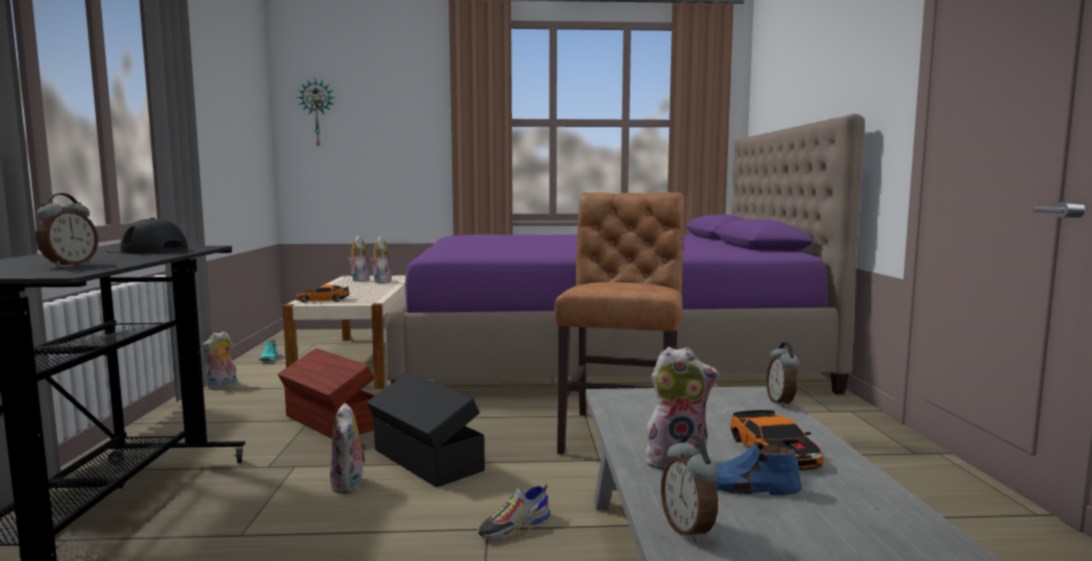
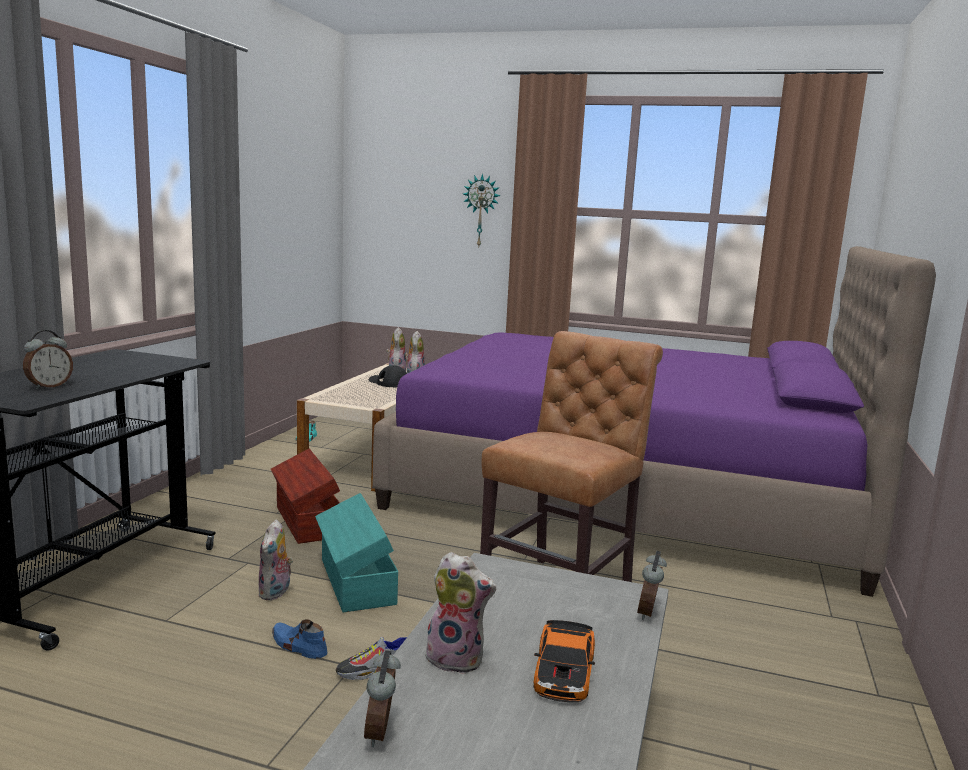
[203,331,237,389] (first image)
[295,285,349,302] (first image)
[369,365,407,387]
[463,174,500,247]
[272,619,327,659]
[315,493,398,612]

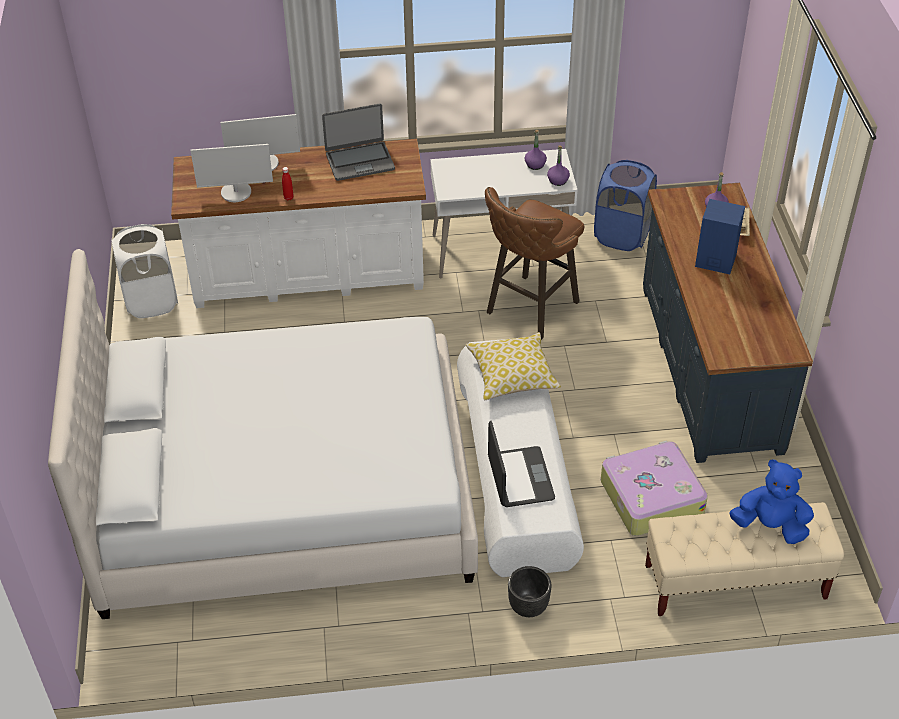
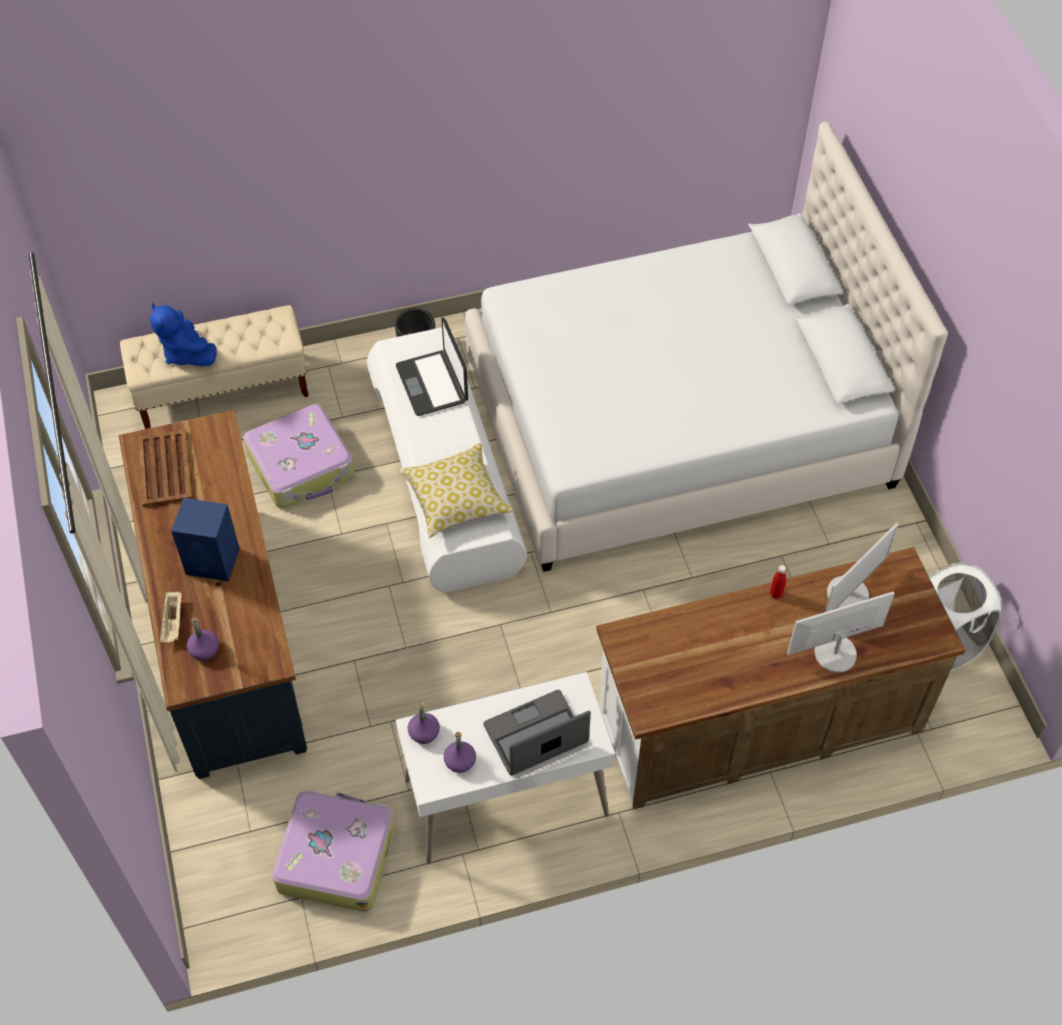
[485,187,584,340] (first image)
[138,429,193,507]
[483,690,591,776]
[272,789,395,912]
[825,522,899,612]
[150,303,216,366]

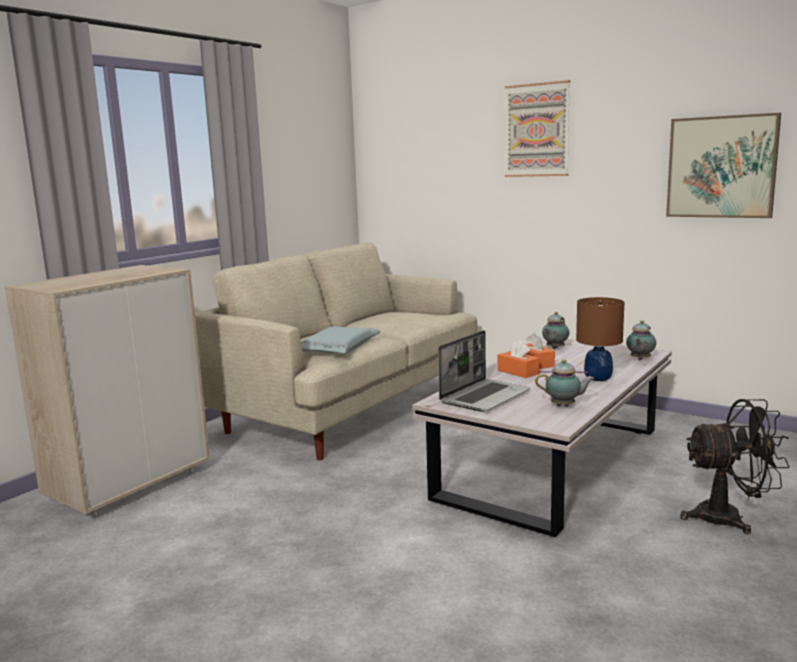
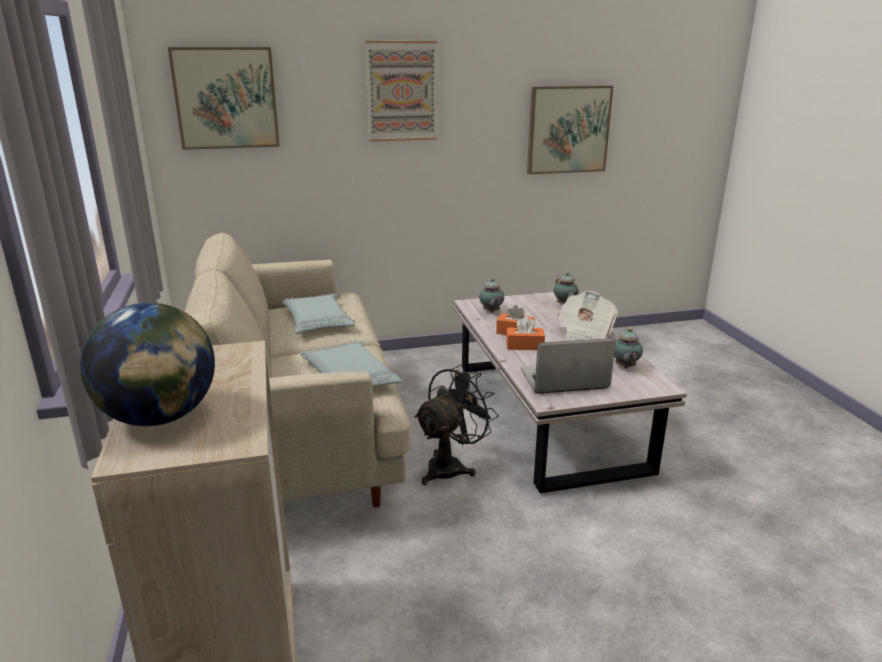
[80,303,215,426]
[168,47,280,150]
[282,293,355,334]
[414,364,499,485]
[558,291,618,341]
[521,338,616,394]
[614,328,643,368]

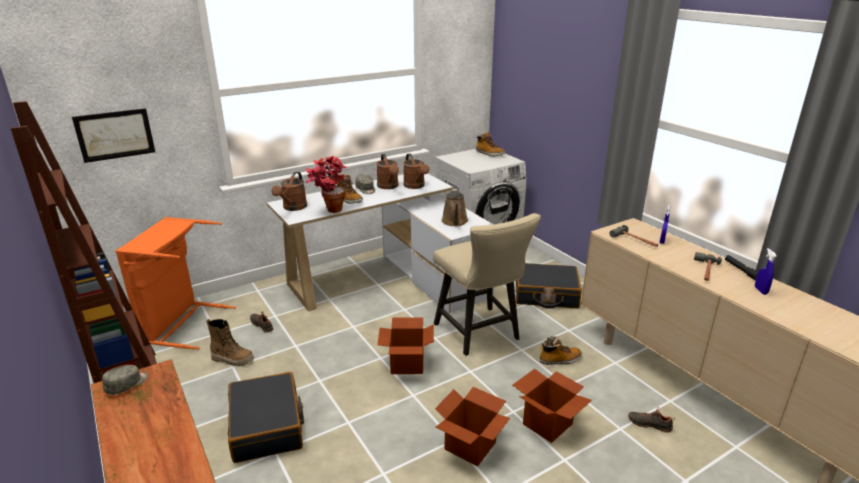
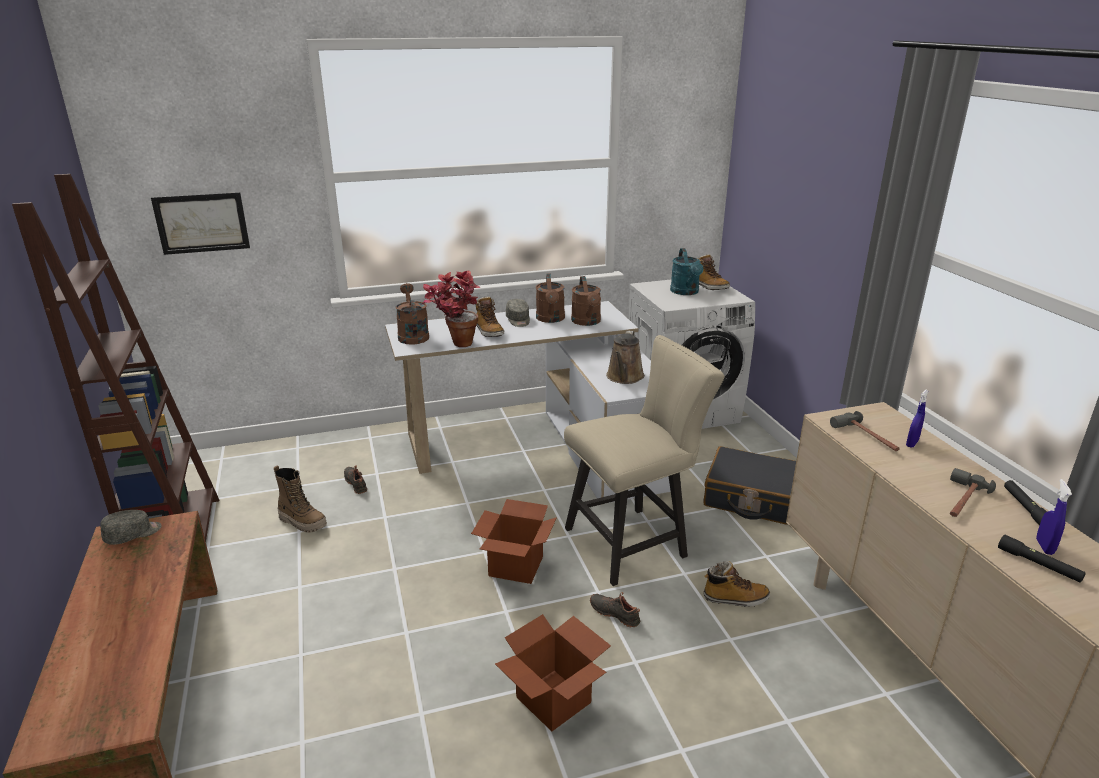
[115,217,236,350] (first image)
[228,372,304,463] (first image)
[513,369,592,443] (first image)
[670,248,704,295]
[998,535,1086,583]
[590,592,640,628]
[396,283,429,345]
[564,335,724,586]

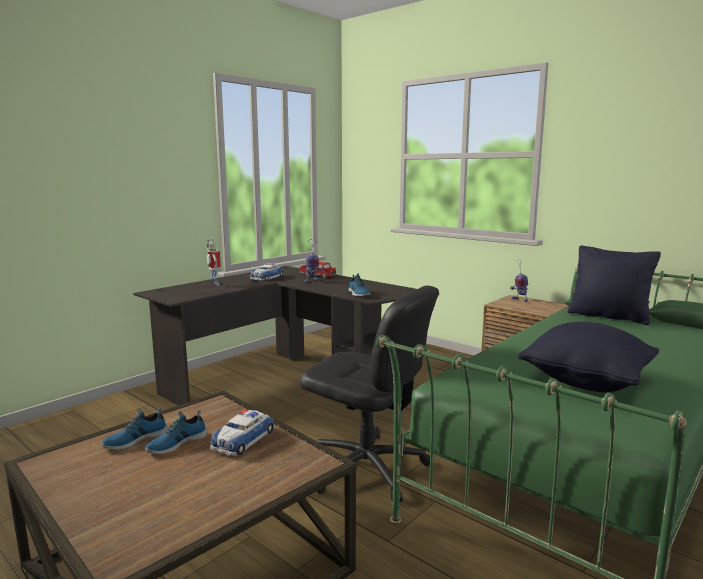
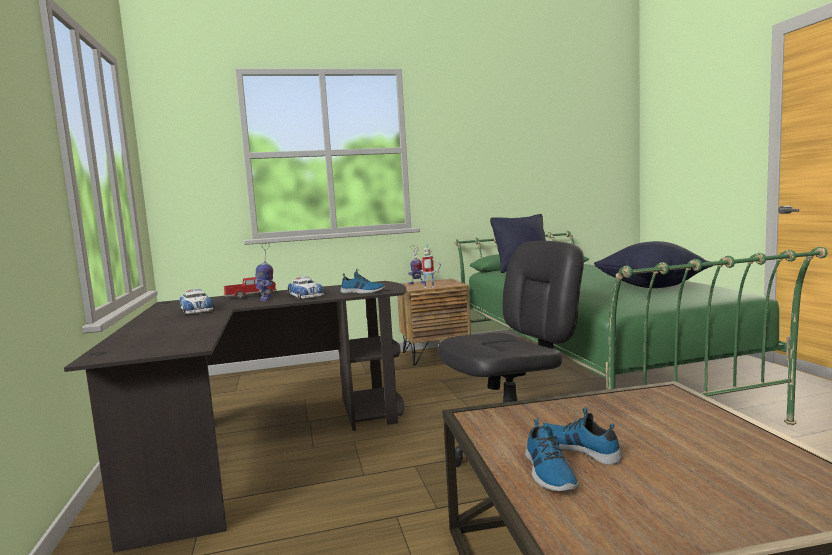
[414,244,441,288]
[288,277,325,299]
[541,407,623,465]

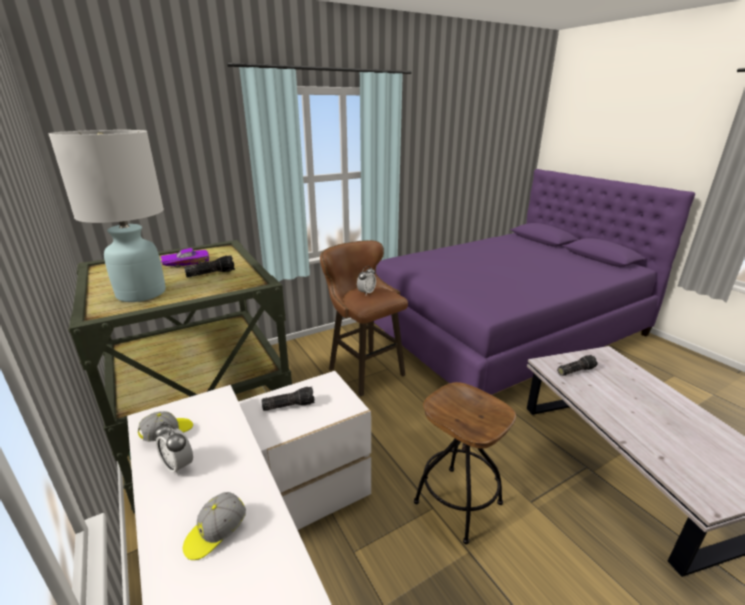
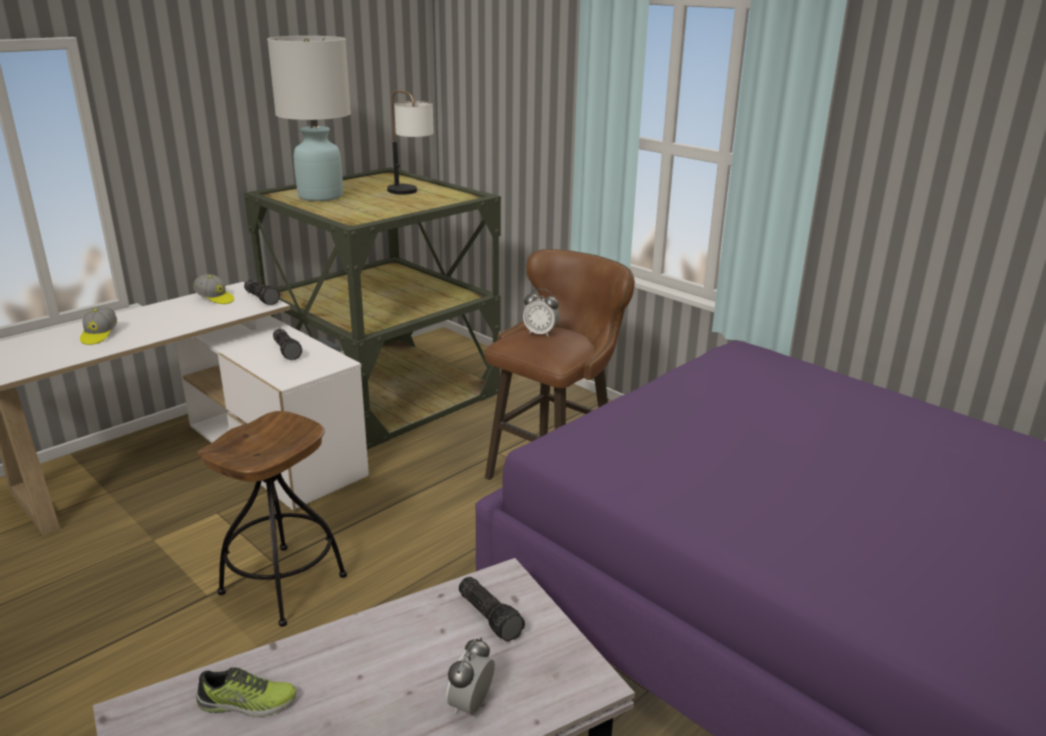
[196,667,296,717]
[446,637,495,715]
[244,280,280,305]
[387,90,434,195]
[80,307,117,345]

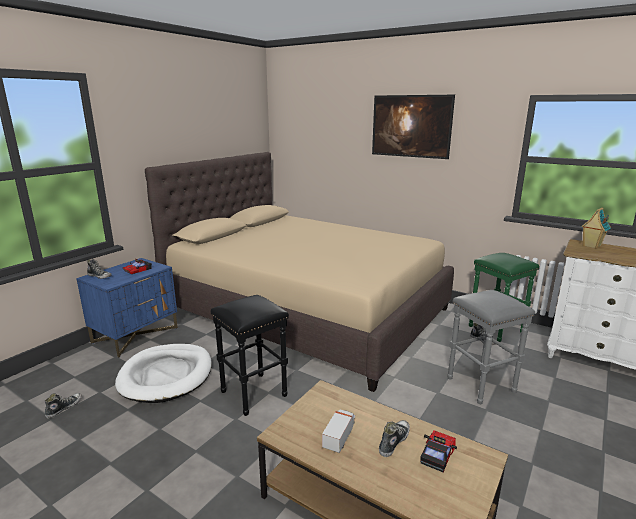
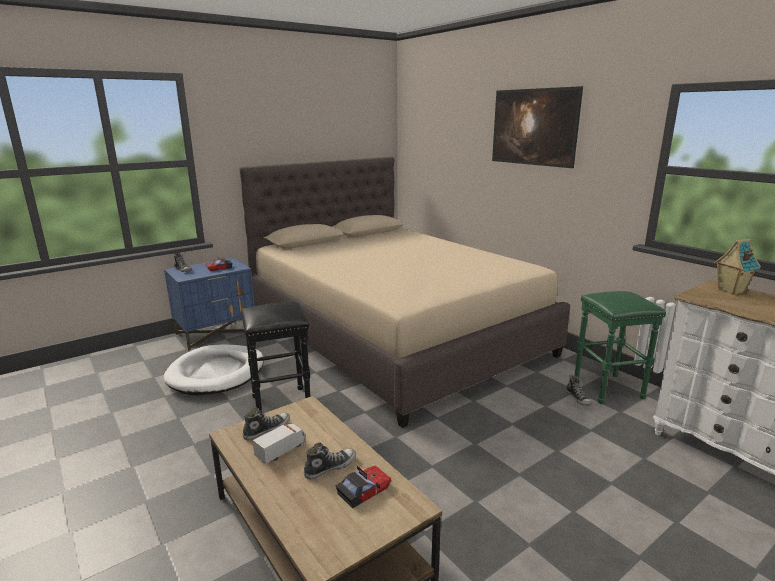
[447,290,535,404] (first image)
[243,407,290,441]

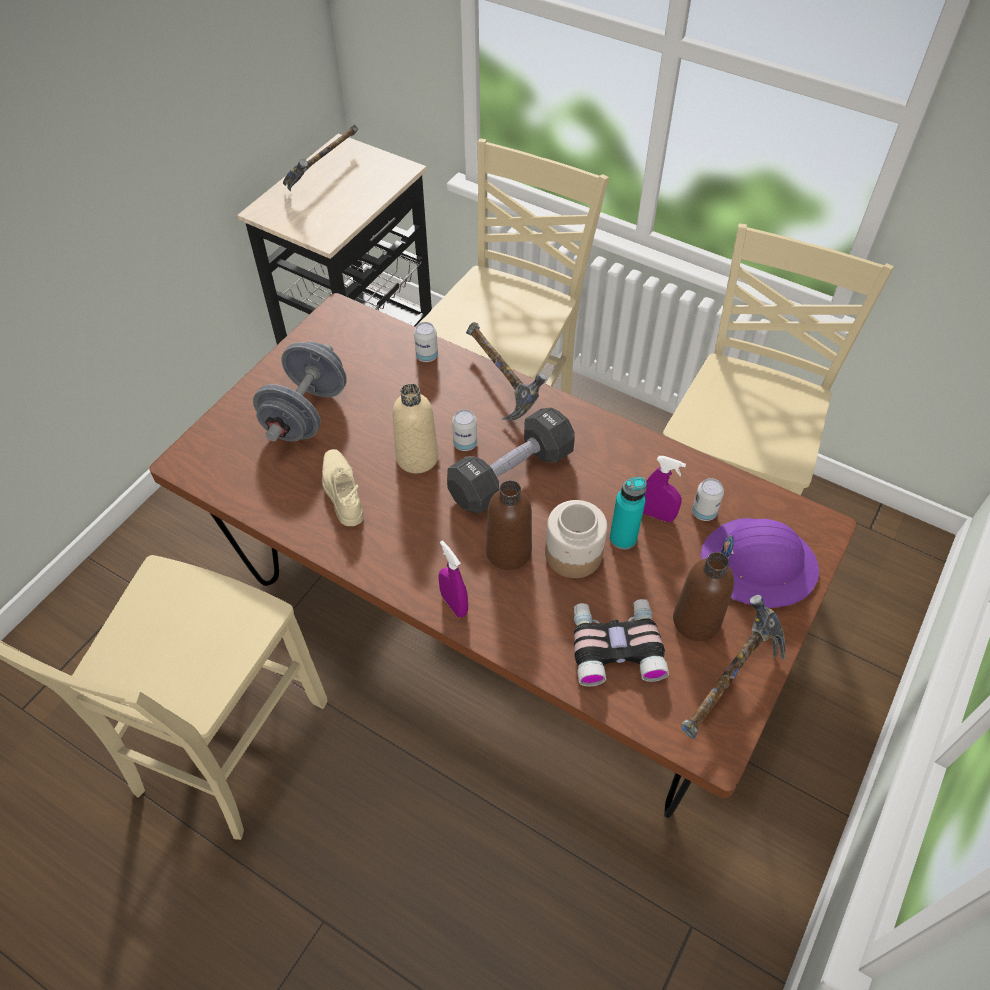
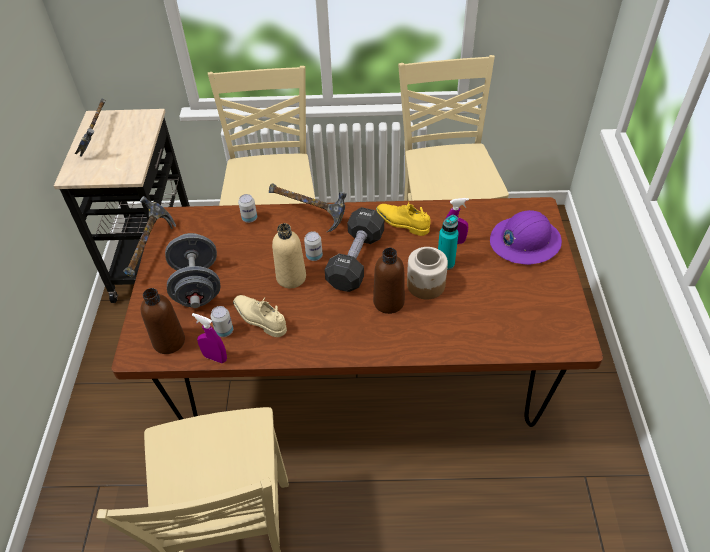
[574,599,669,687] (first image)
[376,202,431,236]
[192,313,227,363]
[141,288,185,354]
[123,196,176,277]
[211,306,233,337]

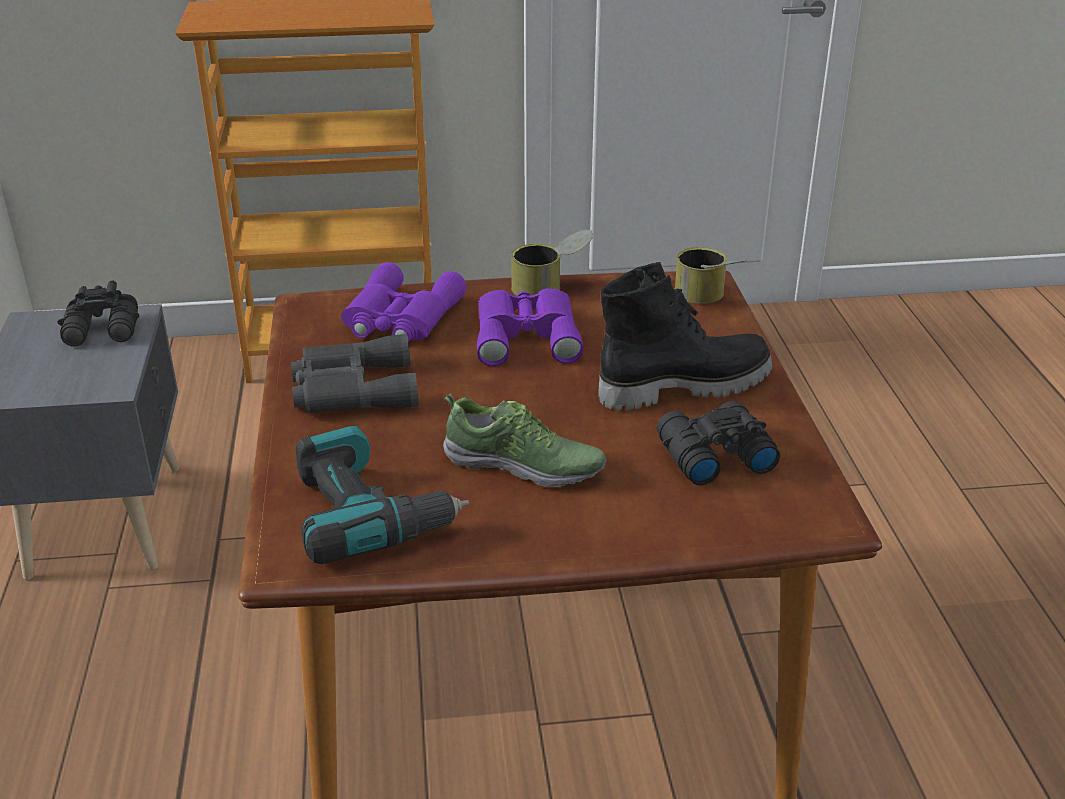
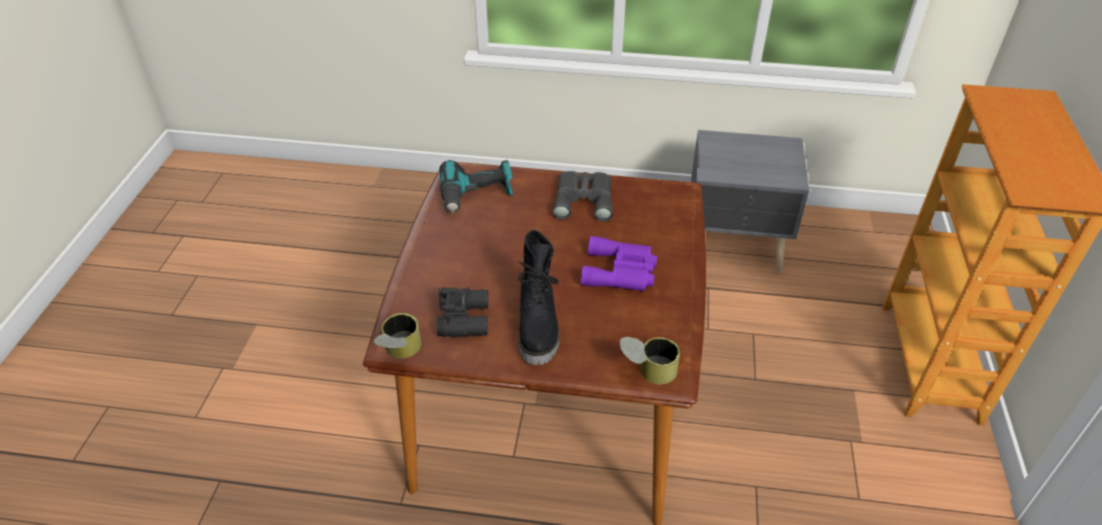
[57,281,139,347] (first image)
[341,262,467,342] (first image)
[443,394,606,487] (first image)
[374,313,422,359]

